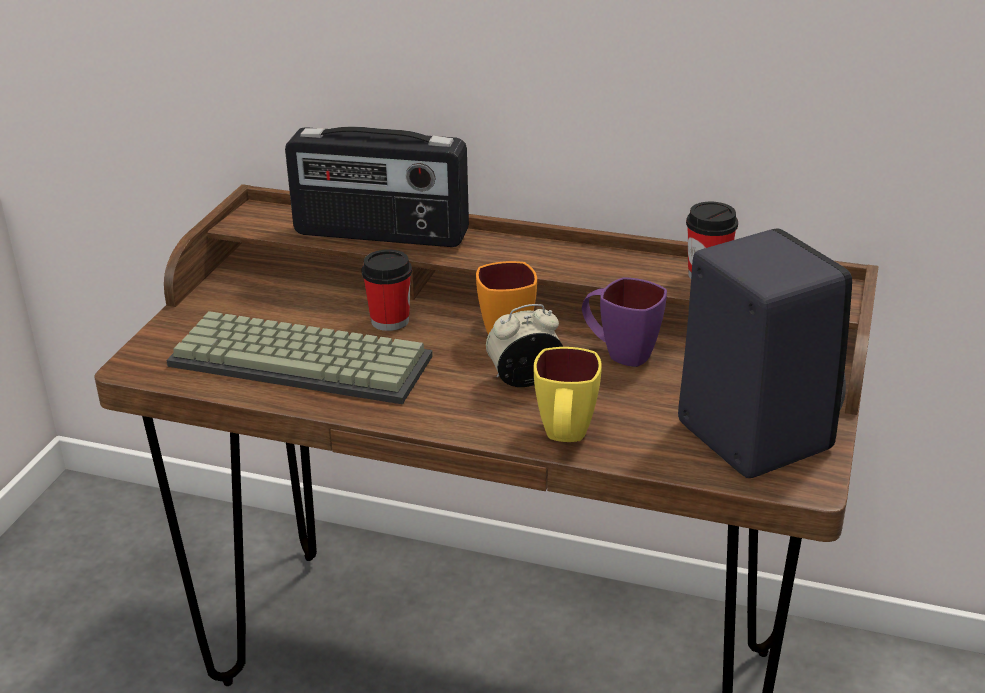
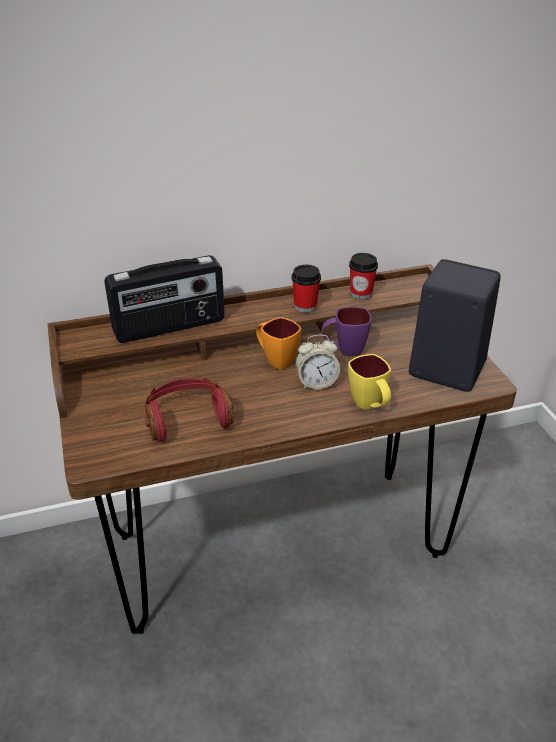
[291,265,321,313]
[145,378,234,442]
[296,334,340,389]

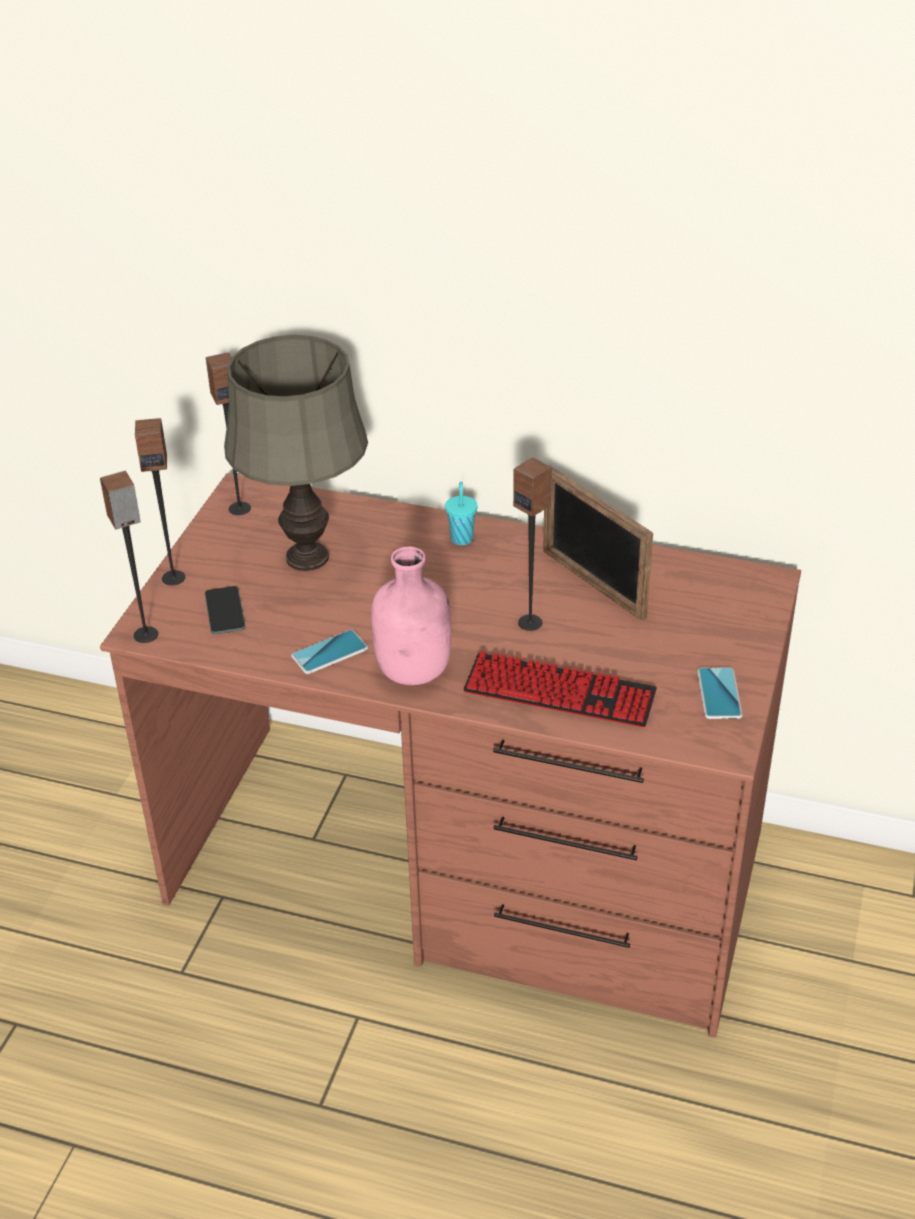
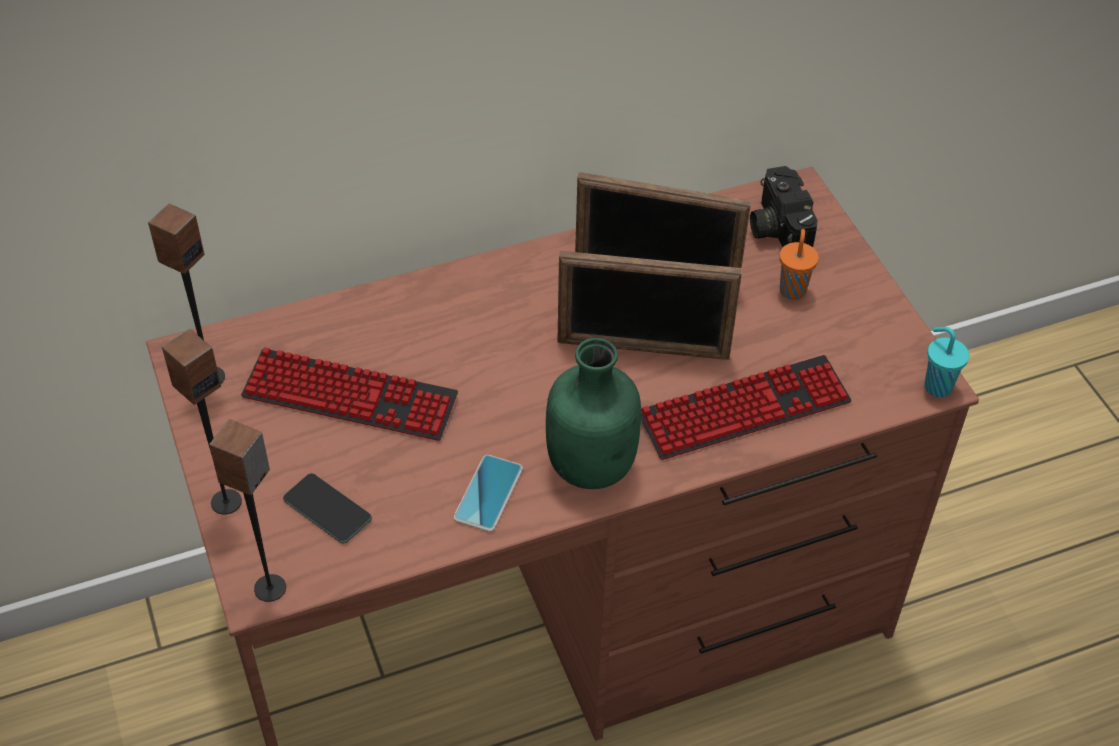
[697,667,743,719] (first image)
[750,166,818,247]
[779,229,819,300]
[924,327,969,397]
[241,347,458,441]
[557,251,742,360]
[546,338,641,489]

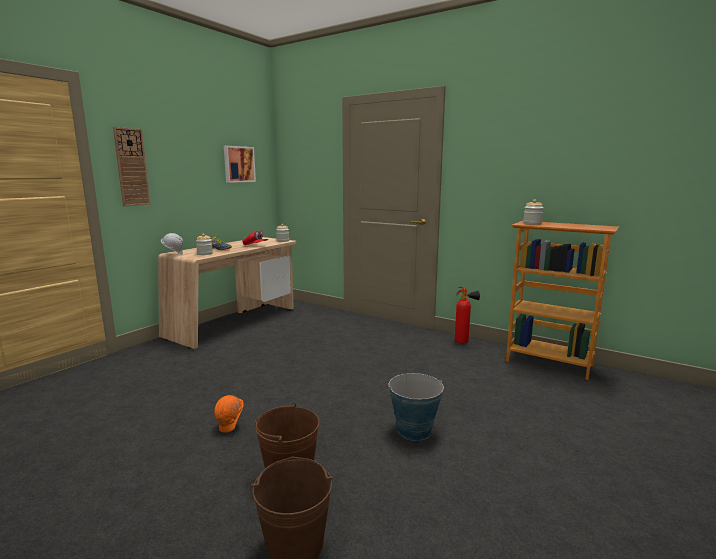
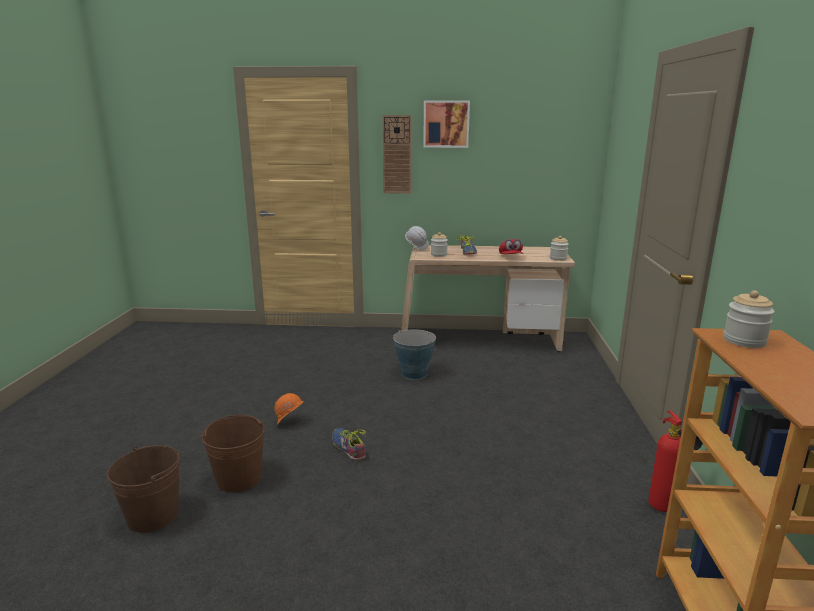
[332,428,367,461]
[423,100,470,148]
[393,329,437,380]

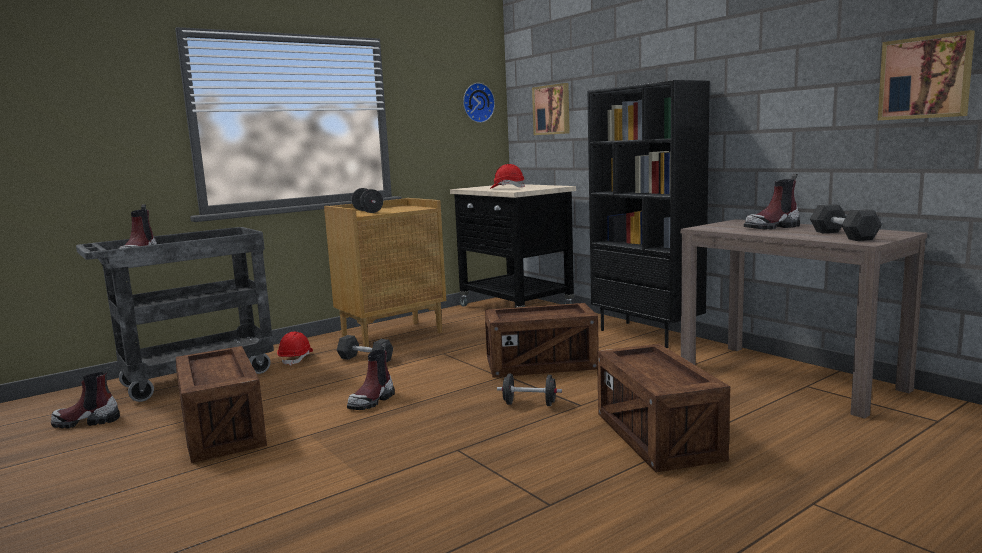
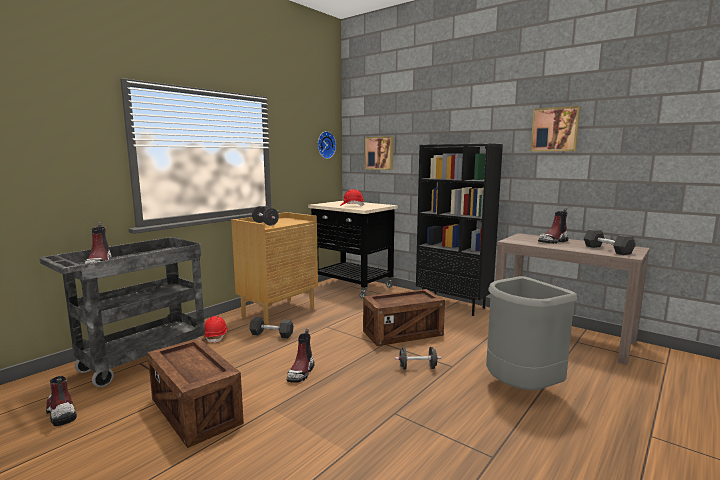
[530,106,580,151]
[486,276,577,390]
[46,376,77,426]

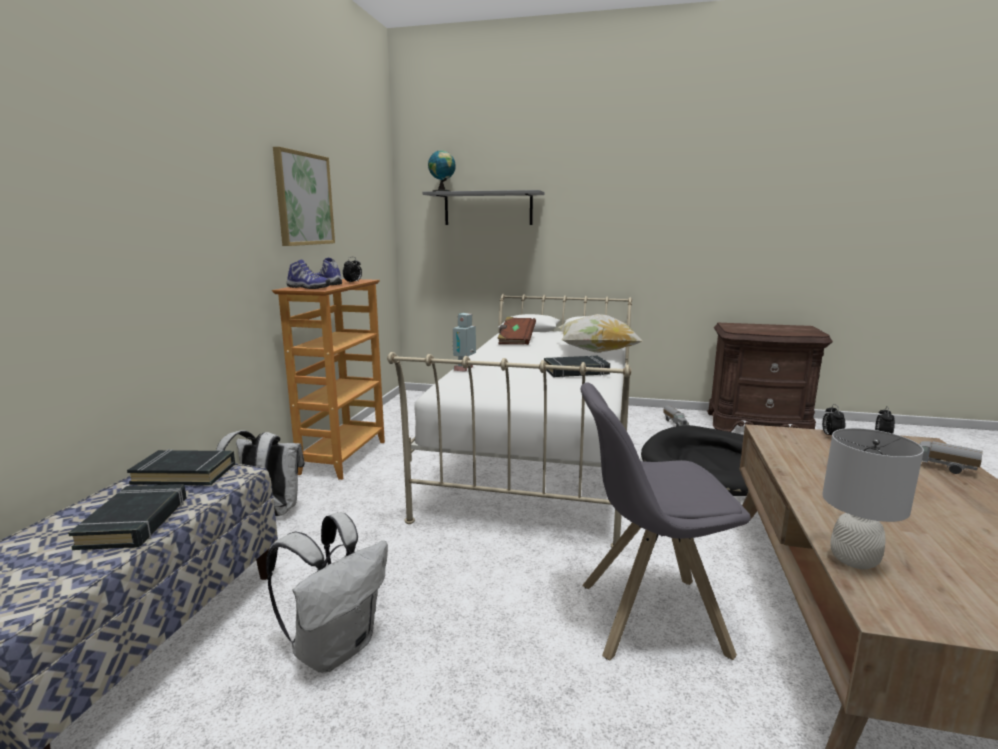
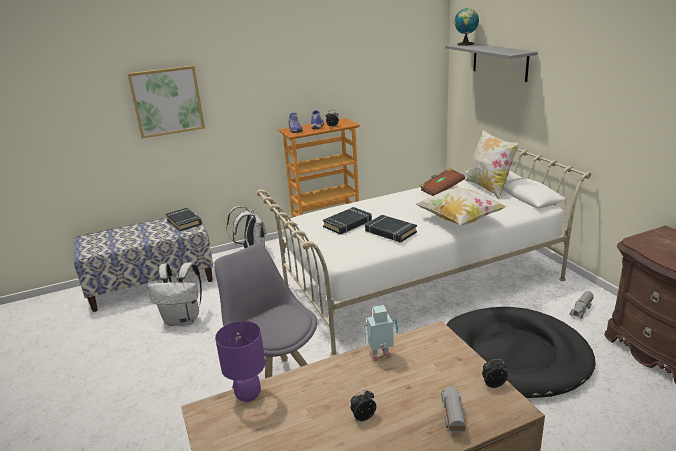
[465,130,520,199]
[323,207,372,235]
[127,65,205,139]
[364,305,398,361]
[351,390,376,421]
[215,321,265,402]

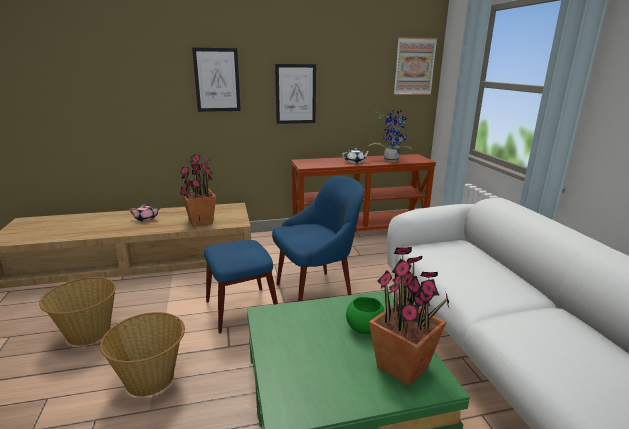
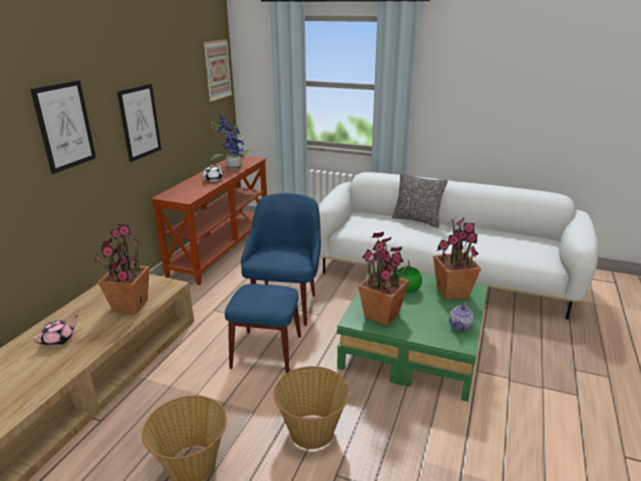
[358,232,411,326]
[392,173,448,228]
[449,302,474,330]

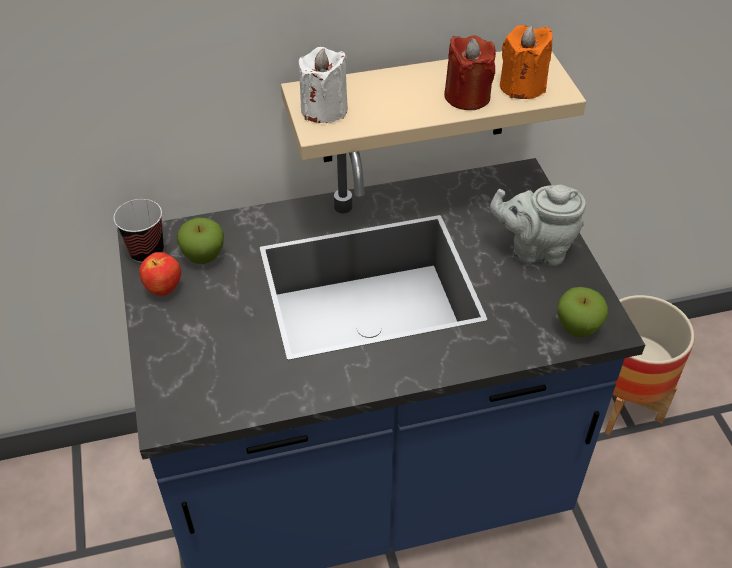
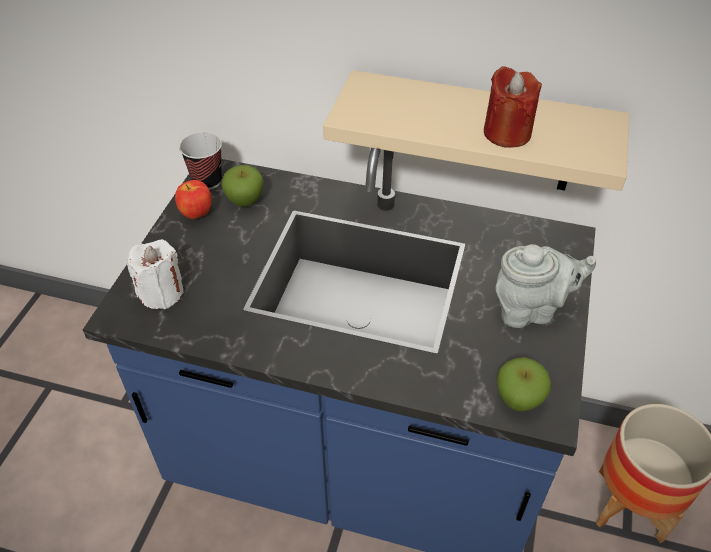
[500,25,553,99] (first image)
[127,239,184,309]
[496,244,596,328]

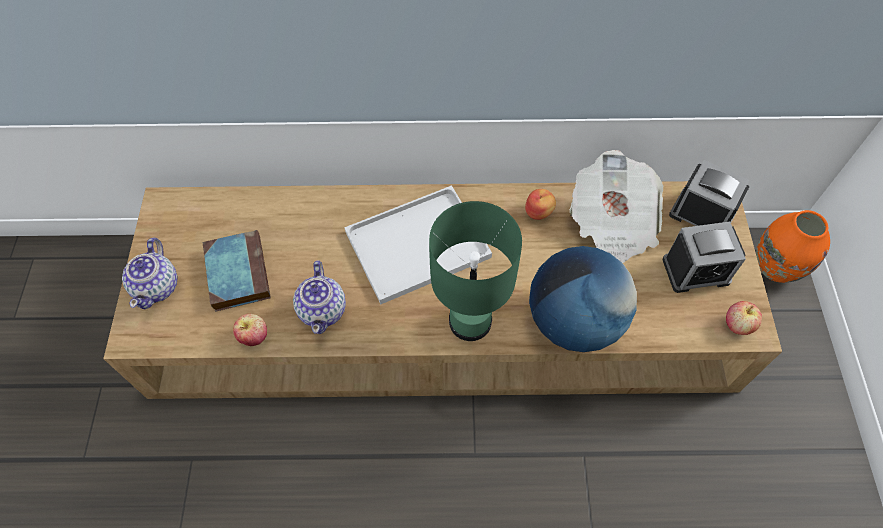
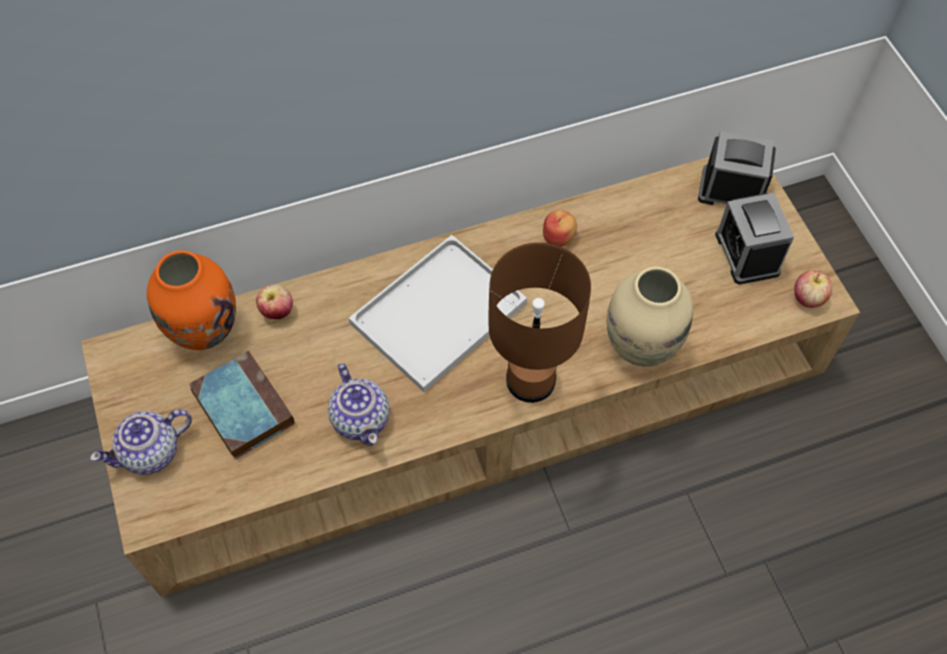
[569,150,663,263] (first image)
[256,285,293,319]
[147,250,236,350]
[607,267,693,366]
[488,243,591,403]
[90,409,192,475]
[715,193,794,285]

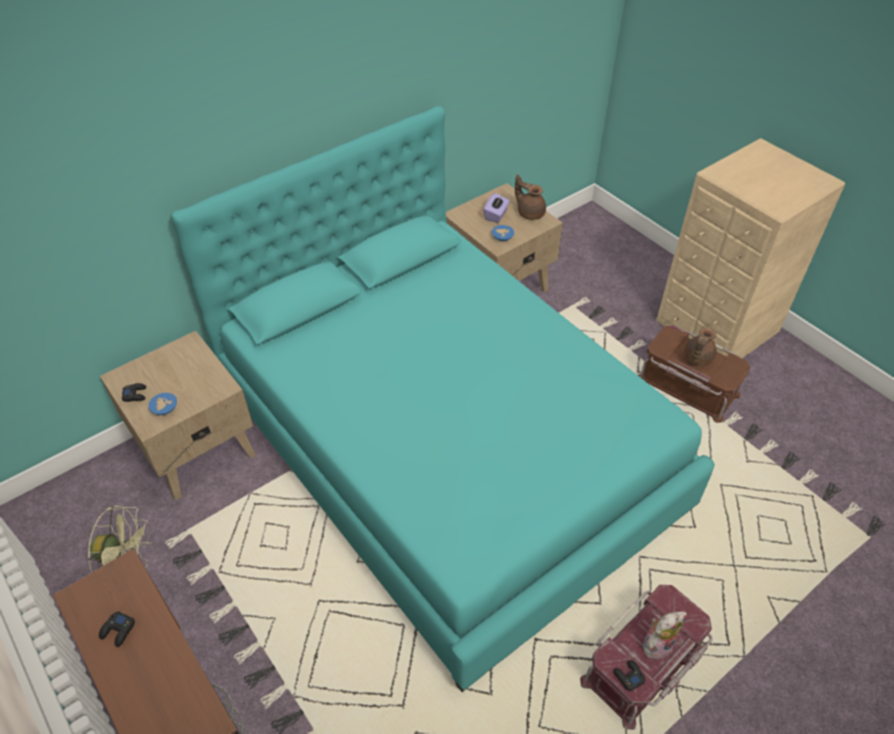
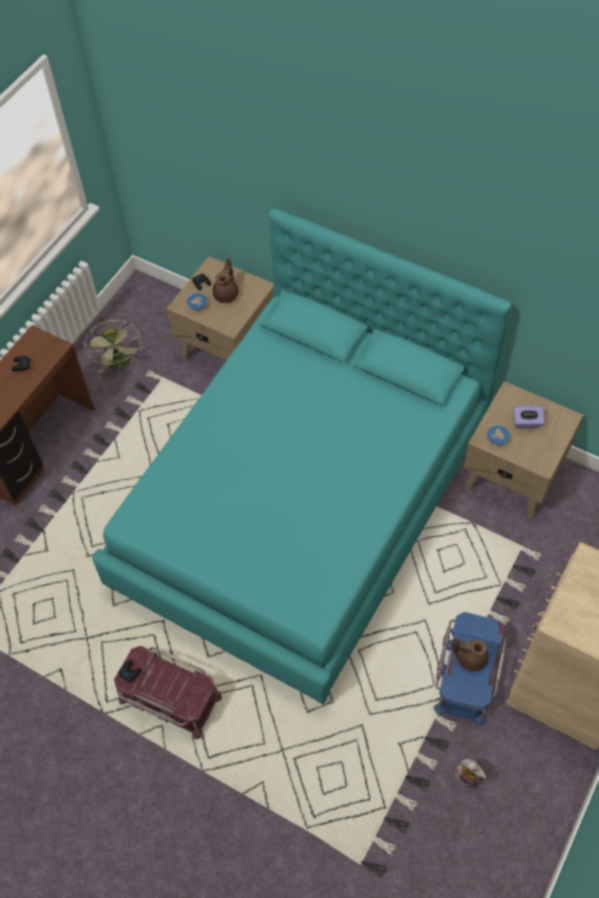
[213,257,239,303]
[451,759,486,790]
[433,612,506,726]

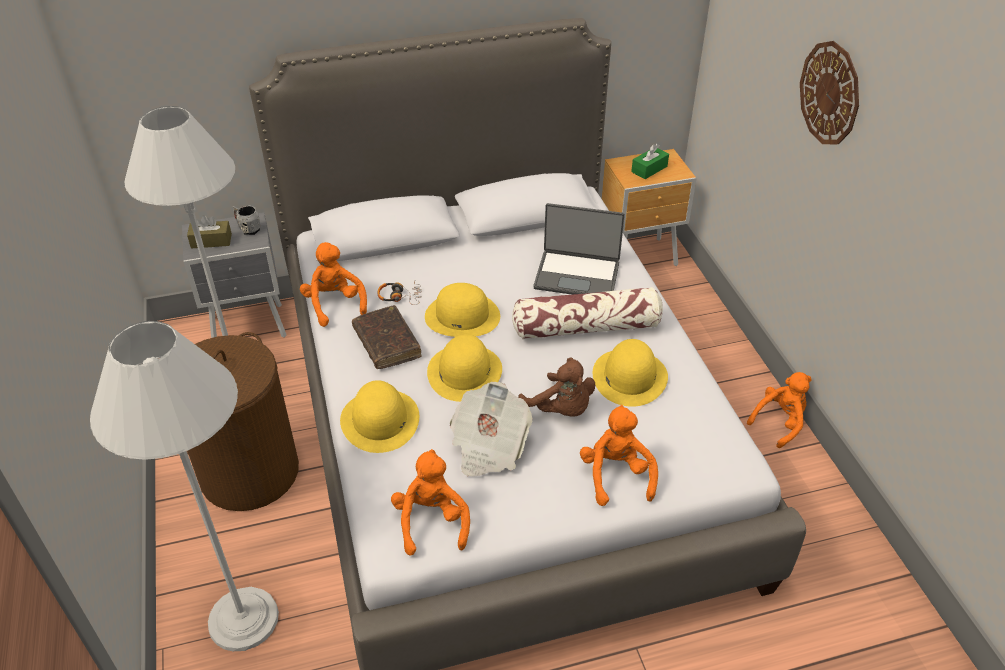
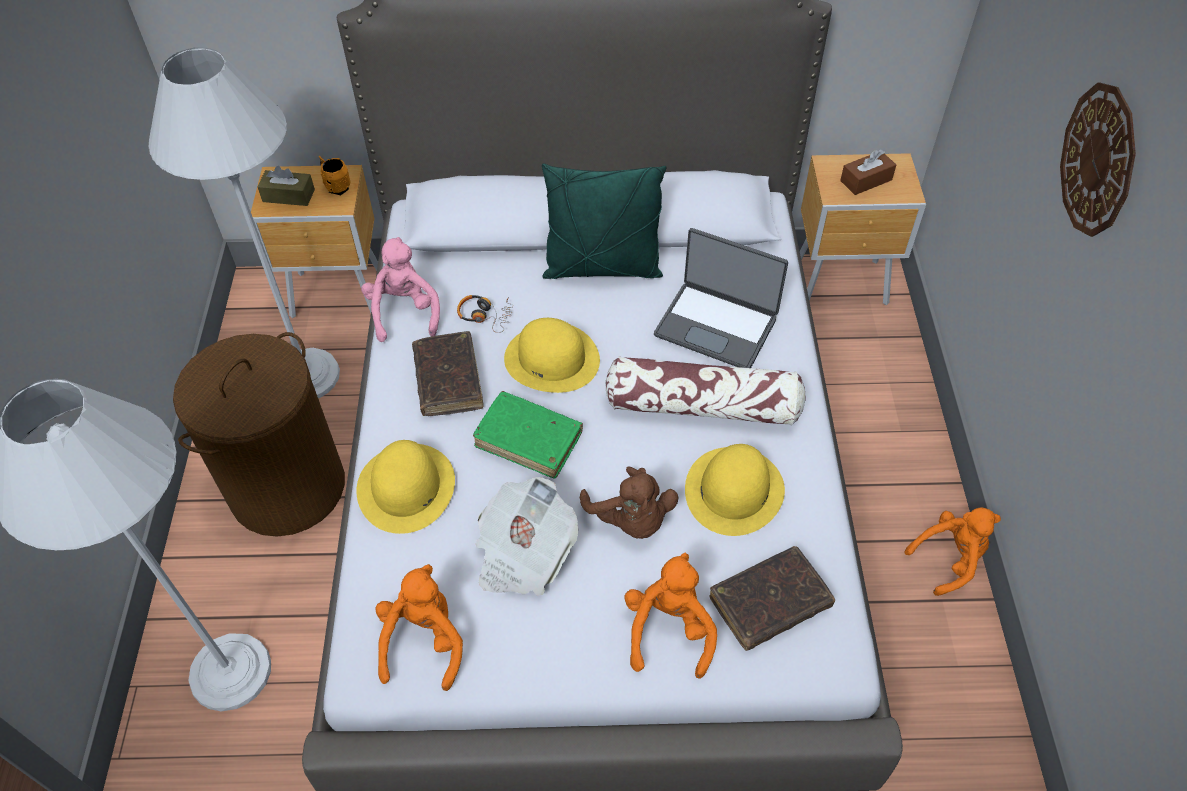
[542,163,667,279]
[710,546,835,651]
[473,391,583,479]
[251,165,378,318]
[319,155,350,195]
[361,237,440,342]
[840,149,896,195]

